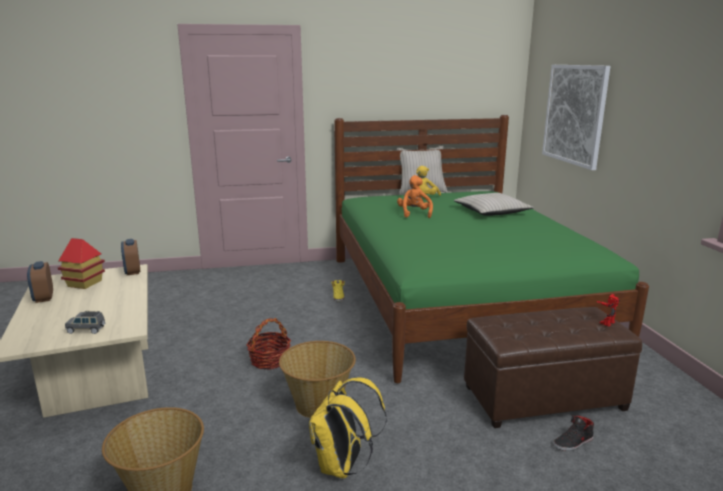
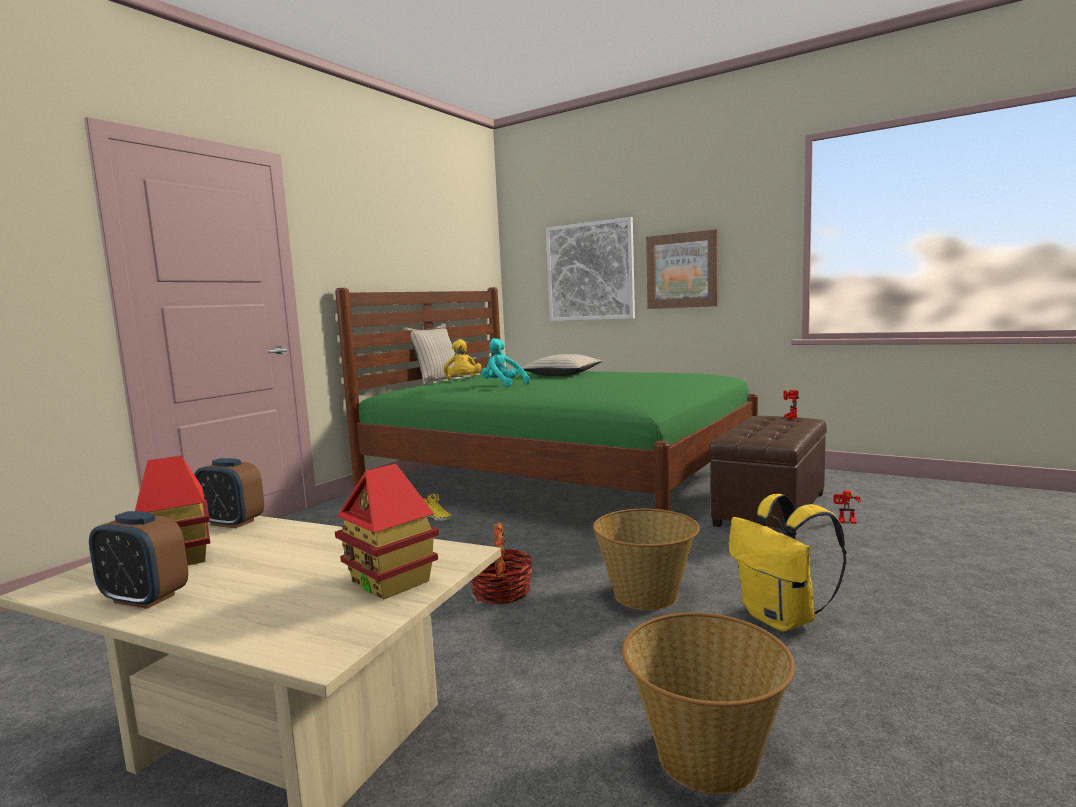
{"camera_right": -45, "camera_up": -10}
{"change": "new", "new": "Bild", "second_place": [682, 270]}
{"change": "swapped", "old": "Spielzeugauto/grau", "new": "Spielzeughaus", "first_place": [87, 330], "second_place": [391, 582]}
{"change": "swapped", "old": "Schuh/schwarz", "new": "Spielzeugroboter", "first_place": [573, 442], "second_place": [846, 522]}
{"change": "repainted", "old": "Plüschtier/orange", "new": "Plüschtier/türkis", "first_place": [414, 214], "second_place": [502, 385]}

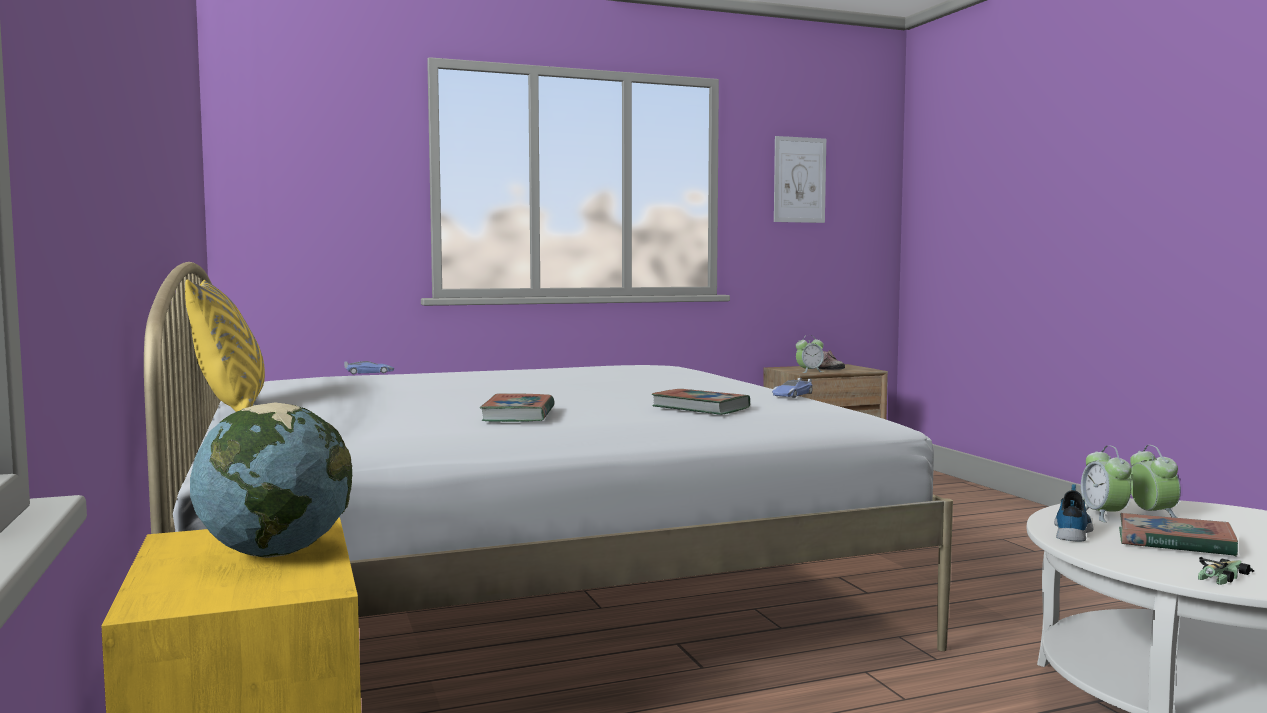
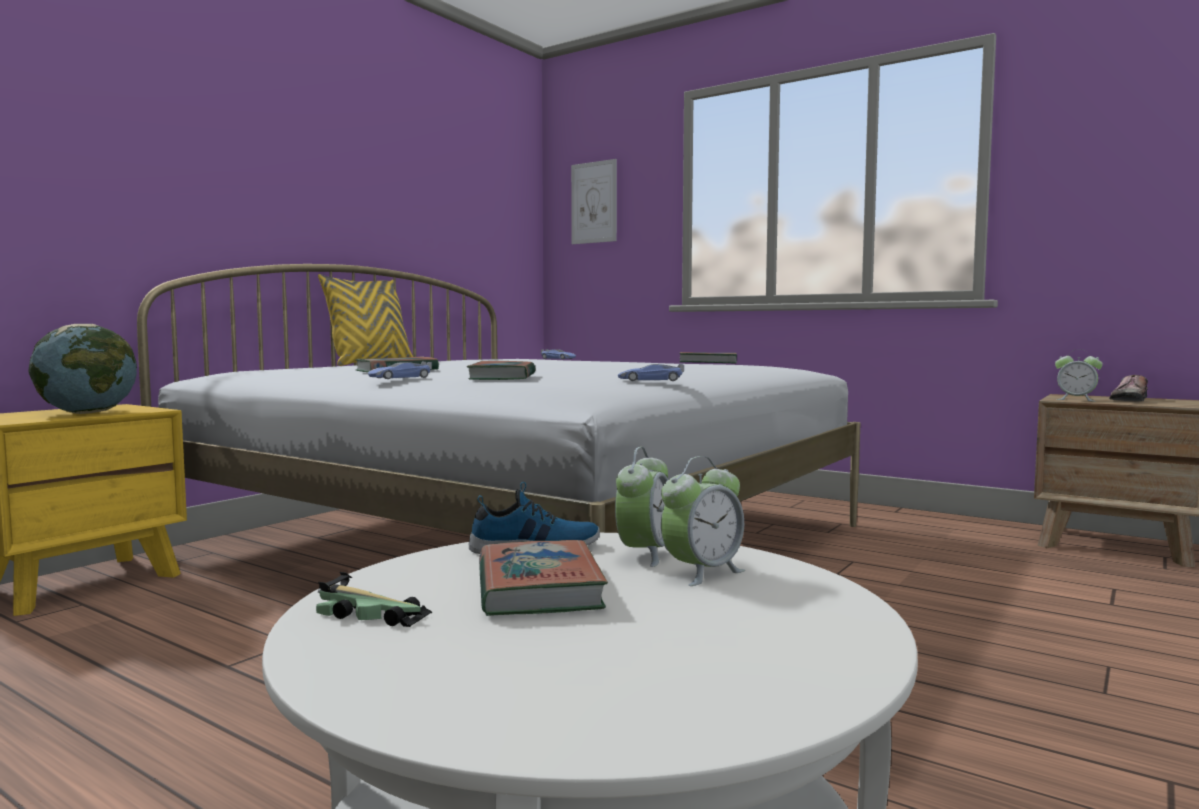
{"camera_right": 55, "camera_up": 0}
{"change": "new", "new": "Spielzeugauto", "second_place": [399, 378]}
{"change": "new", "new": "Buch", "second_place": [708, 362]}
{"change": "shifted", "old": "Bild", "first_place": [799, 180], "second_place": [594, 202]}
{"change": "rotated", "old": "Wecker", "first_place": [1103, 515], "second_place": [644, 554], "degrees": 150}

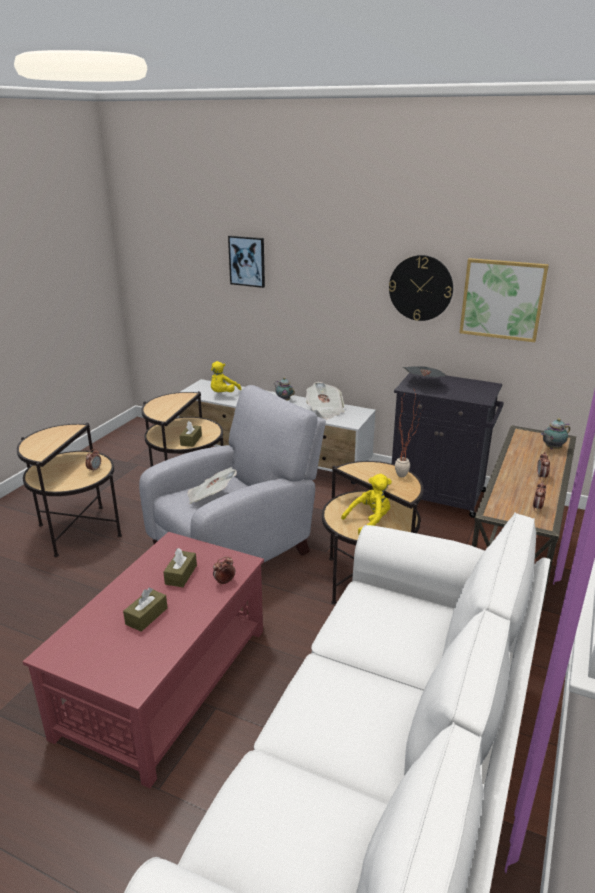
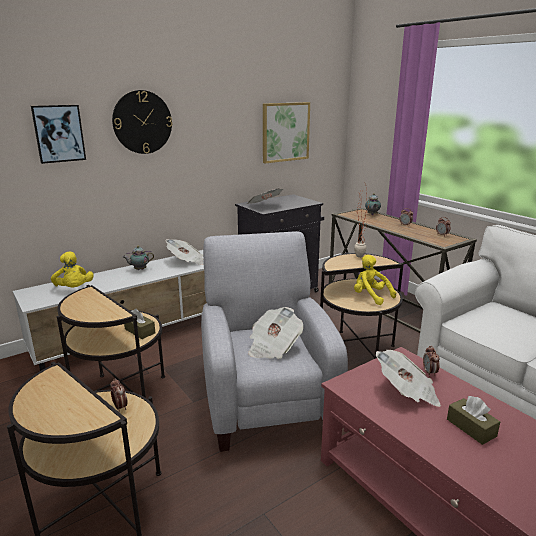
{"camera_right": -60, "camera_up": -5}
{"change": "shifted", "old": "Wanduhr", "first_place": [420, 288], "second_place": [142, 122]}
{"change": "swapped", "old": "Taschentuchbox/braun", "new": "Zeitung", "first_place": [181, 575], "second_place": [407, 392]}
{"change": "rotated", "old": "Plüschtier/gelb", "first_place": [369, 521], "second_place": [370, 296], "degrees": -45}

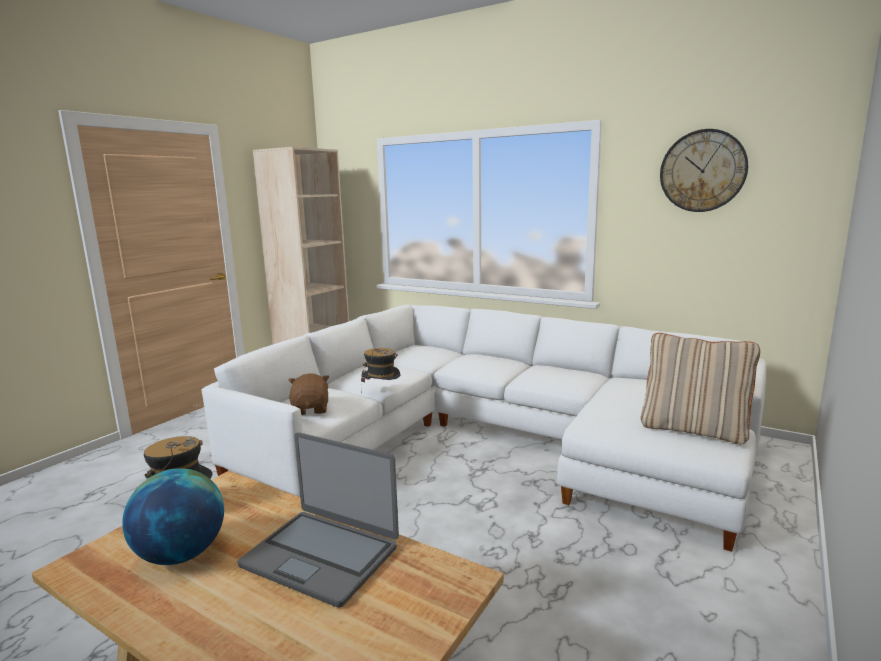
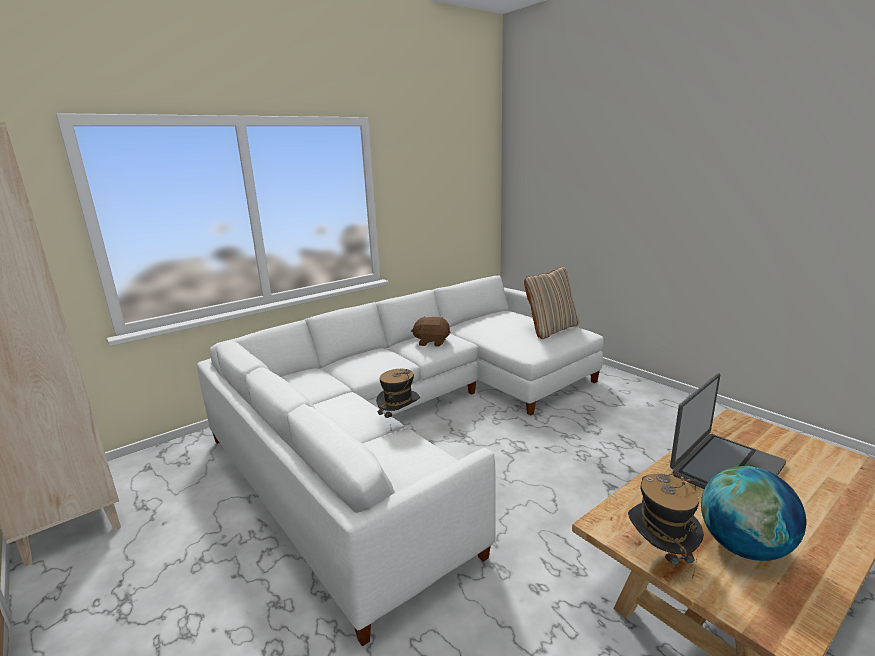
{"camera_right": -70, "camera_up": 5}
{"change": "gone", "old": "Wanduhr", "first_place": [702, 171]}
{"change": "shifted", "old": "Plüschtier/braun", "first_place": [311, 409], "second_place": [432, 342]}

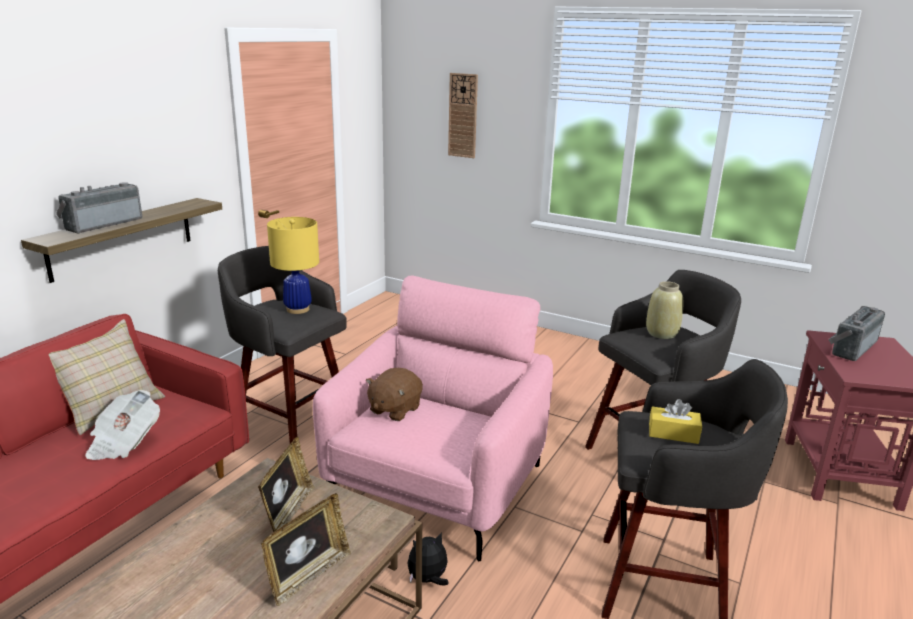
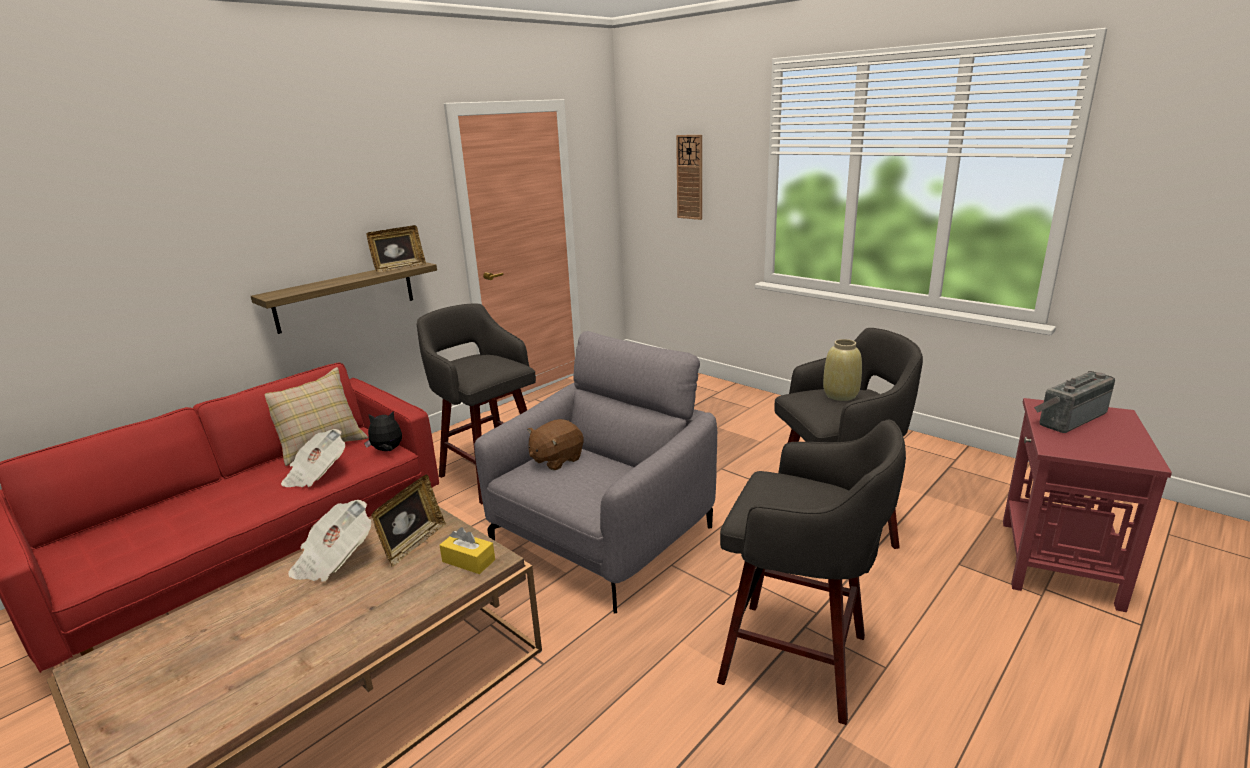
{"camera_right": 15, "camera_up": 0}
{"change": "gone", "old": "Radio", "first_place": [102, 224]}
{"change": "gone", "old": "Tischlampe/gelb", "first_place": [298, 309]}
{"change": "new", "new": "Zeitung", "second_place": [334, 560]}
{"change": "shifted", "old": "Bilderrahmen", "first_place": [308, 575], "second_place": [399, 268]}
{"change": "shifted", "old": "Plüschtier", "first_place": [428, 580], "second_place": [387, 450]}
{"change": "shifted", "old": "Taschentuchbox/gelb", "first_place": [673, 433], "second_place": [468, 561]}
{"change": "repainted", "old": "Sessel/rosa", "new": "Sessel/grau", "first_place": [436, 486], "second_place": [602, 538]}

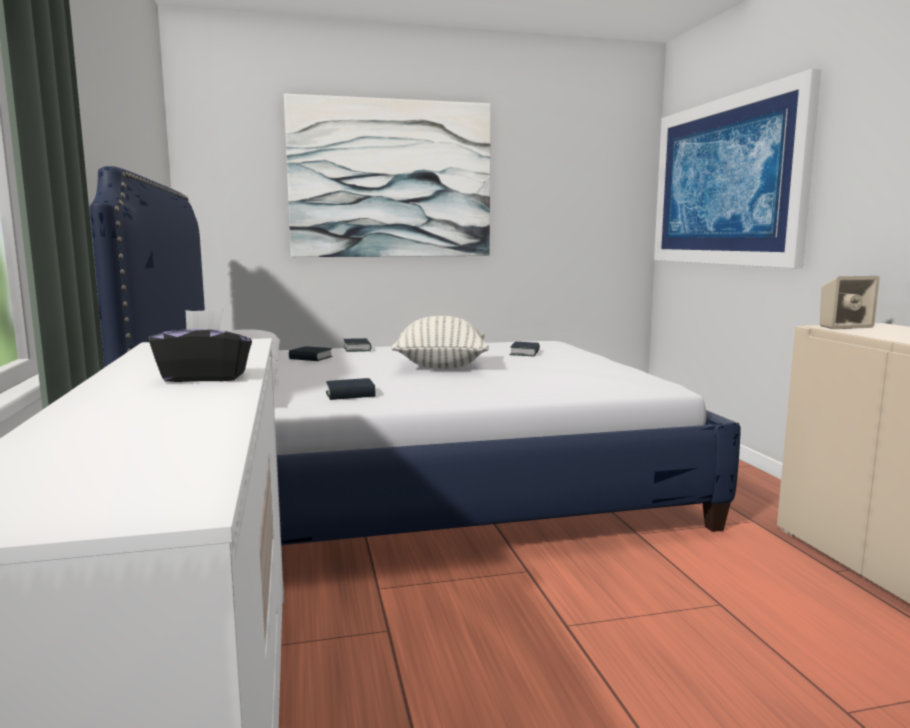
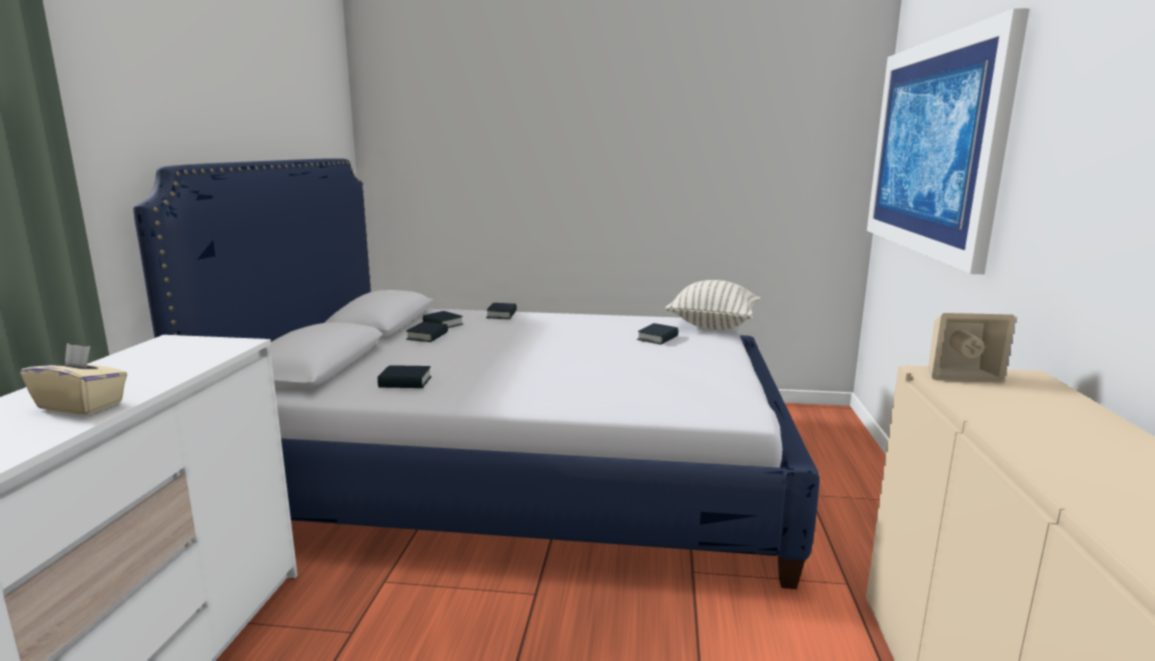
{"camera_right": 20, "camera_up": 5}
{"change": "gone", "old": "Bild", "first_place": [391, 179]}
{"change": "new", "new": "Buch", "second_place": [427, 336]}
{"change": "shifted", "old": "Kissen", "first_place": [441, 366], "second_place": [713, 325]}
{"change": "repainted", "old": "Taschentuchbox/schwarz", "new": "Taschentuchbox/beige", "first_place": [205, 377], "second_place": [82, 405]}

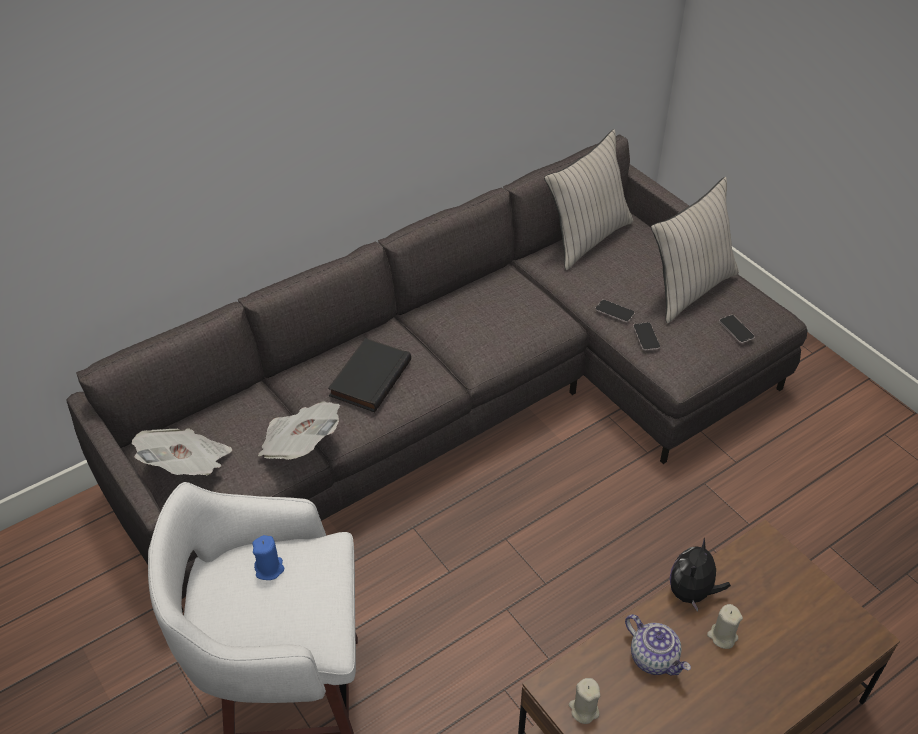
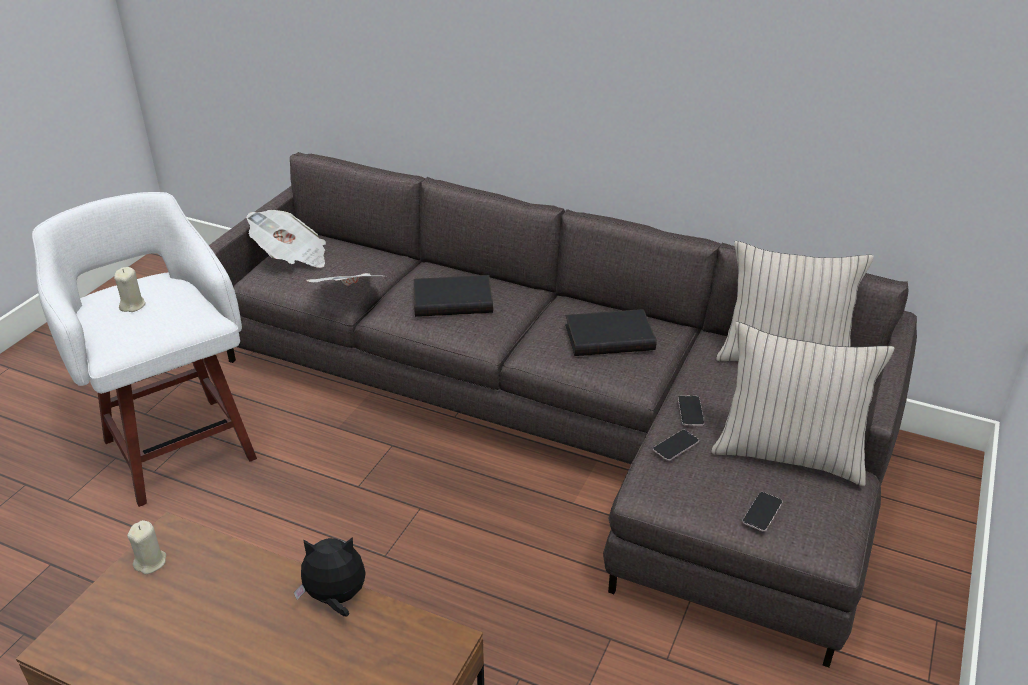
{"camera_right": 60, "camera_up": -10}
{"change": "gone", "old": "Kerze/blau", "first_place": [269, 569]}
{"change": "gone", "old": "Teekanne", "first_place": [654, 658]}
{"change": "new", "new": "Buch/schwarz", "second_place": [609, 336]}
{"change": "shifted", "old": "Kerze/beige", "first_place": [722, 636], "second_place": [132, 305]}

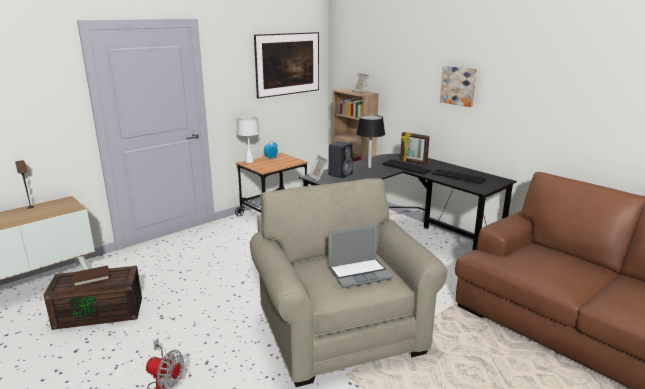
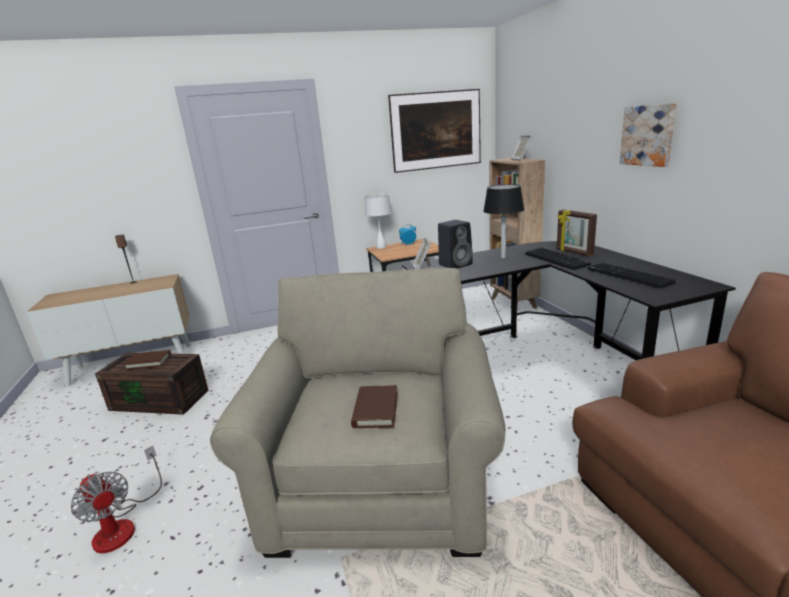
{"camera_right": 25, "camera_up": 0}
{"change": "swapped", "old": "Laptop", "new": "Buch/braun", "first_place": [359, 273], "second_place": [375, 409]}

